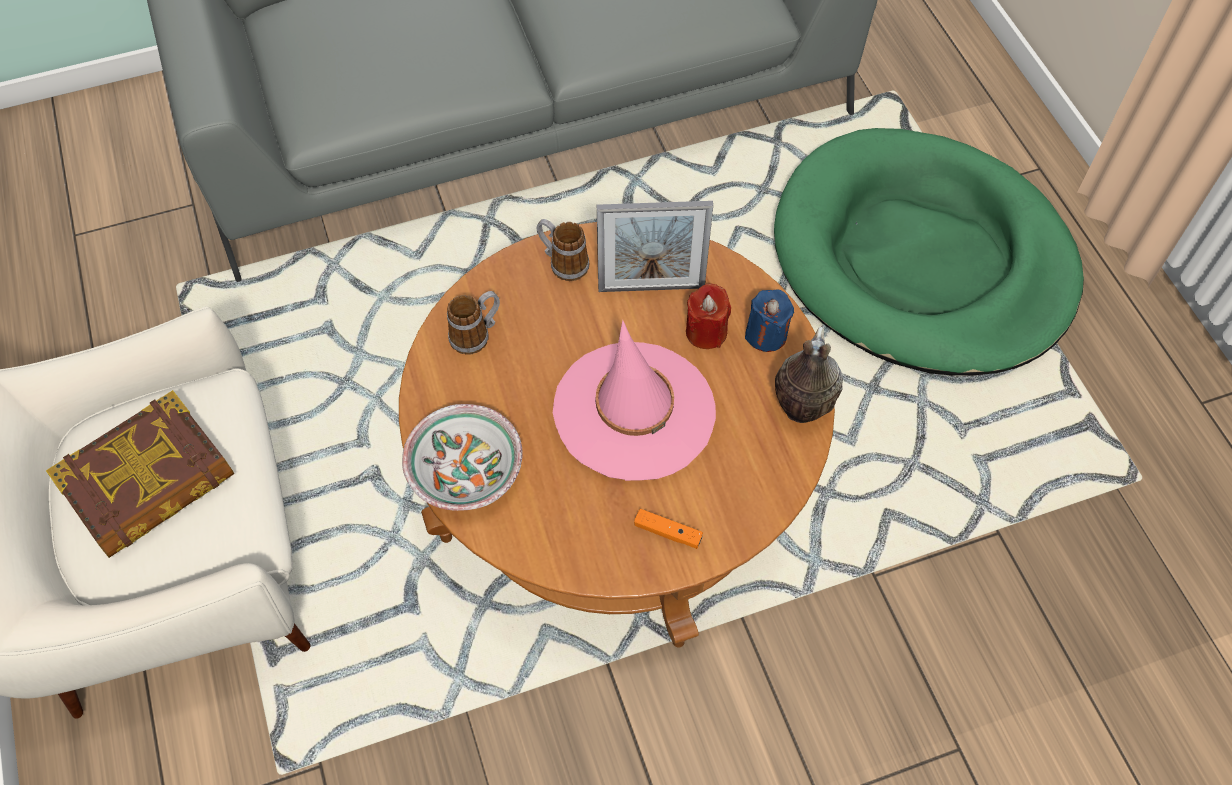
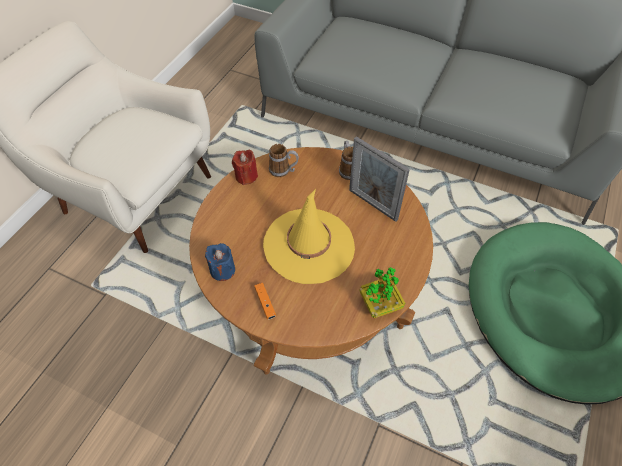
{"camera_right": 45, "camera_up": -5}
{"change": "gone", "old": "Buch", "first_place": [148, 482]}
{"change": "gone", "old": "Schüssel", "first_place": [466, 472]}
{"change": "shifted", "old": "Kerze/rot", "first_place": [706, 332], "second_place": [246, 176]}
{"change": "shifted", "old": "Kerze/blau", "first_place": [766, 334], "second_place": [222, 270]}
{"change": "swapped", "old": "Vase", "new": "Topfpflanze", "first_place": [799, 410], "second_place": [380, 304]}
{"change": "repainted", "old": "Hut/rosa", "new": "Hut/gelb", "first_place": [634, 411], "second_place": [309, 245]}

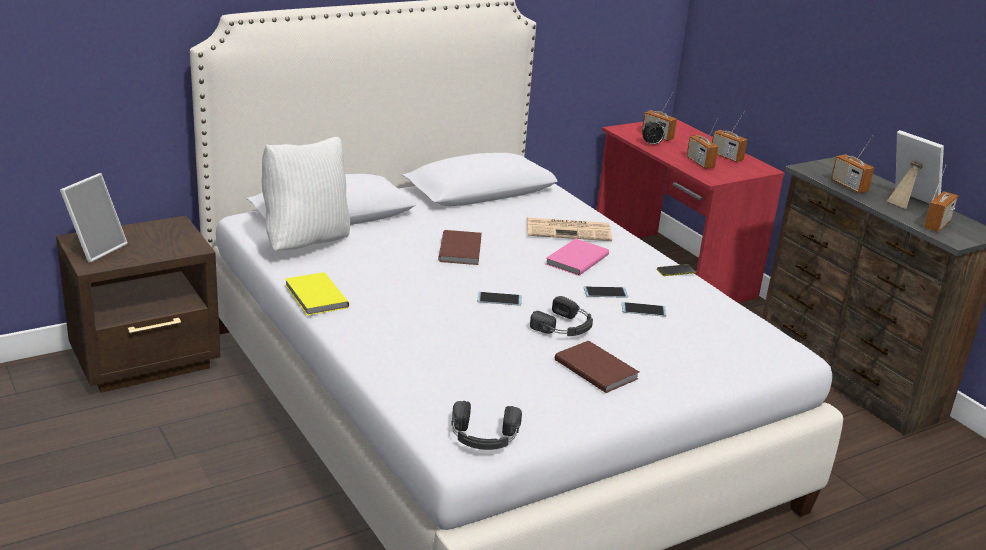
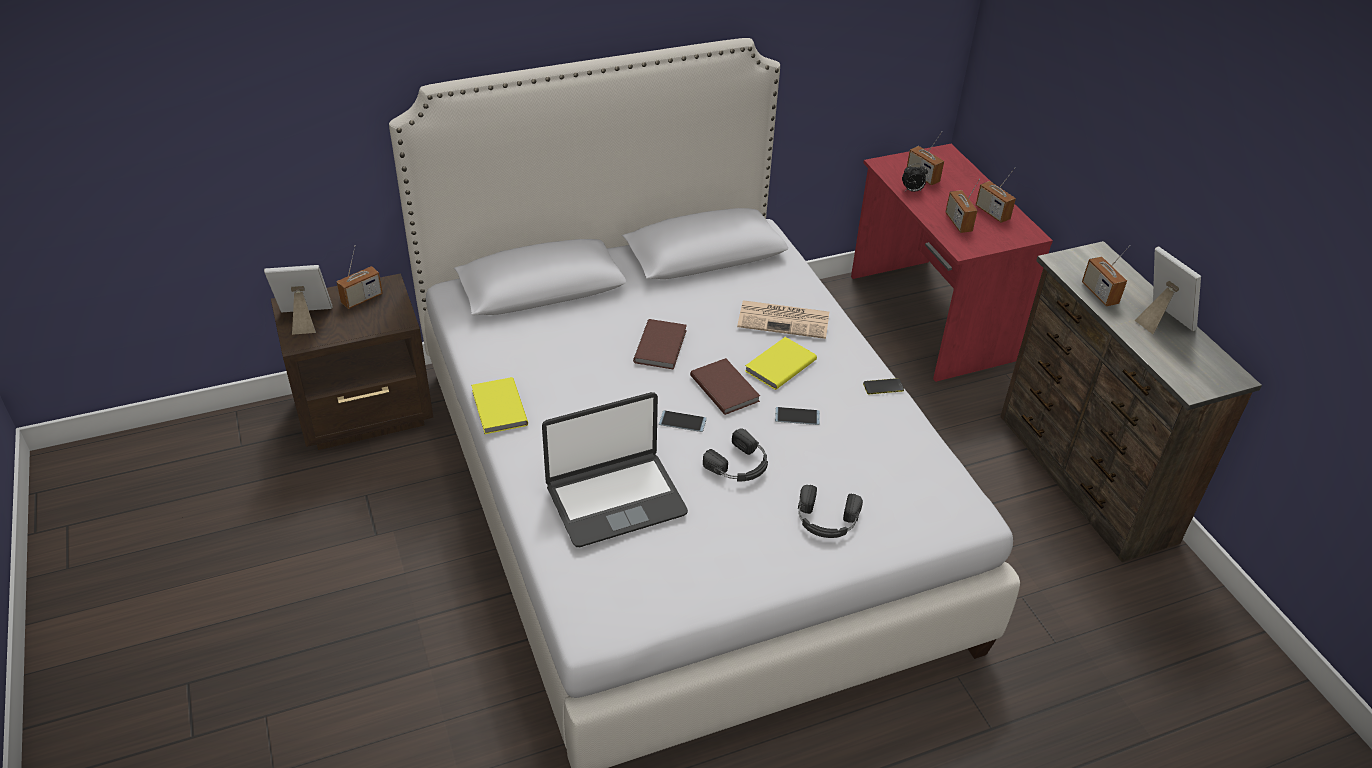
{"camera_right": 10, "camera_up": 15}
{"change": "gone", "old": "Kissen/weiß", "first_place": [306, 242]}
{"change": "gone", "old": "Handy", "first_place": [643, 310]}
{"change": "new", "new": "Laptop", "second_place": [615, 499]}
{"change": "shifted", "old": "Kopfhörer/schwarz", "first_place": [484, 436], "second_place": [826, 520]}
{"change": "shifted", "old": "Buch/braun", "first_place": [596, 368], "second_place": [725, 387]}
{"change": "shifted", "old": "Radio", "first_place": [937, 225], "second_place": [362, 299]}
{"change": "repainted", "old": "Buch/rosa", "new": "Buch/gelb", "first_place": [575, 259], "second_place": [778, 365]}
{"change": "rotated", "old": "Bilderrahmen", "first_place": [95, 249], "second_place": [305, 319], "degrees": -135}

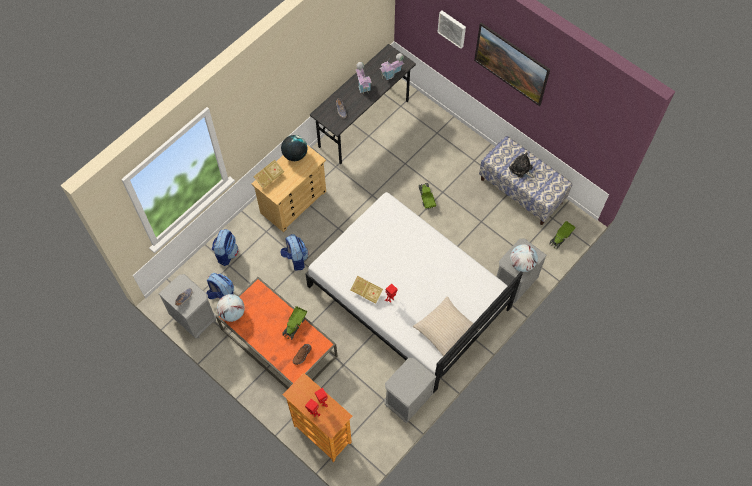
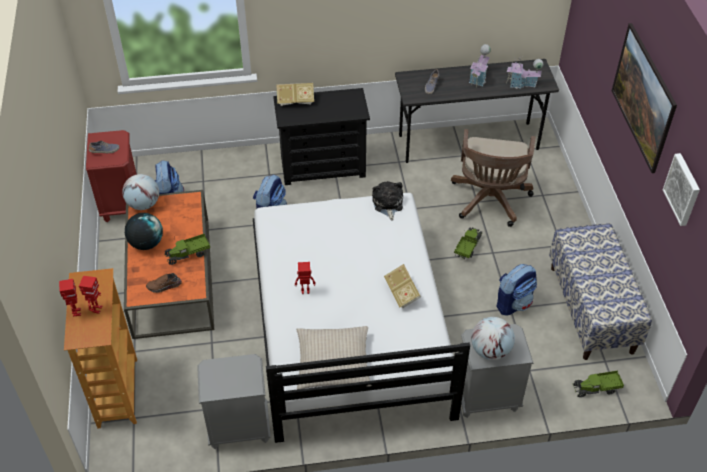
{"camera_right": 40, "camera_up": -15}
{"change": "new", "new": "Bürostuhl/braun", "second_place": [489, 201]}
{"change": "shifted", "old": "Rucksack", "first_place": [226, 253], "second_place": [513, 303]}
{"change": "shifted", "old": "Globus", "first_place": [295, 155], "second_place": [146, 243]}
{"change": "shifted", "old": "Buch", "first_place": [367, 292], "second_place": [402, 293]}
{"change": "shifted", "old": "Bild", "first_place": [452, 28], "second_place": [683, 189]}
{"change": "shifted", "old": "Plüschtier", "first_place": [521, 169], "second_place": [387, 204]}
{"change": "repainted", "old": "Nachttisch/grau", "new": "Nachttisch/rot", "first_place": [194, 318], "second_place": [121, 203]}
{"change": "repainted", "old": "Kommode/beige", "new": "Kommode/schwarz", "first_place": [293, 202], "second_place": [323, 166]}

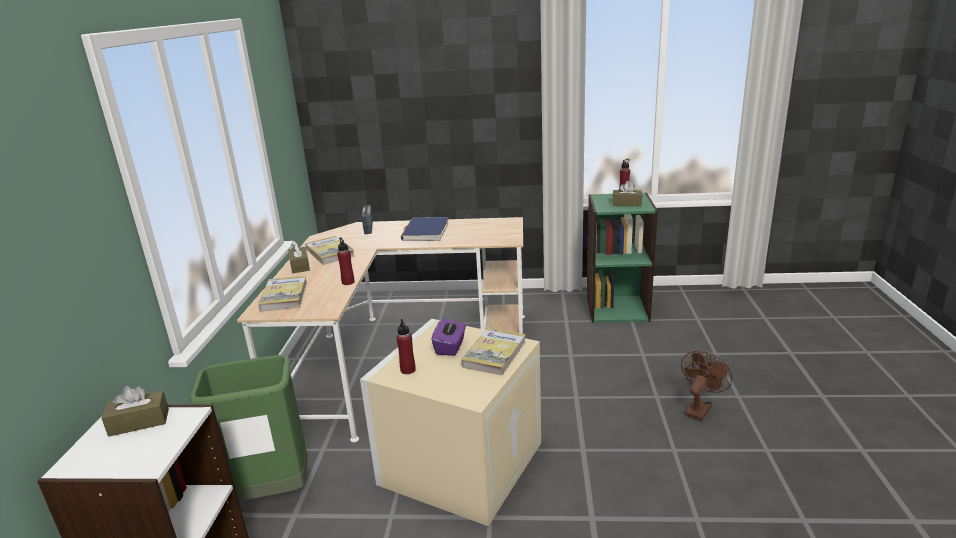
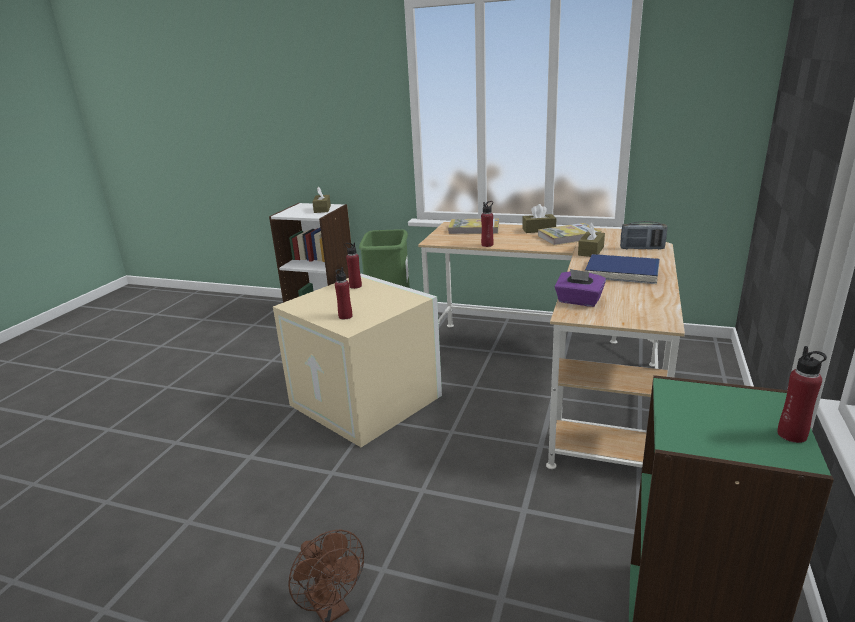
{"camera_right": 105, "camera_up": 0}
{"change": "shifted", "old": "Taschentuchbox/lila", "first_place": [450, 347], "second_place": [578, 301]}
{"change": "shifted", "old": "Taschentuchbox/braun", "first_place": [626, 204], "second_place": [591, 251]}
{"change": "swapped", "old": "Buch", "new": "Flasche/rot", "first_place": [494, 354], "second_place": [345, 316]}

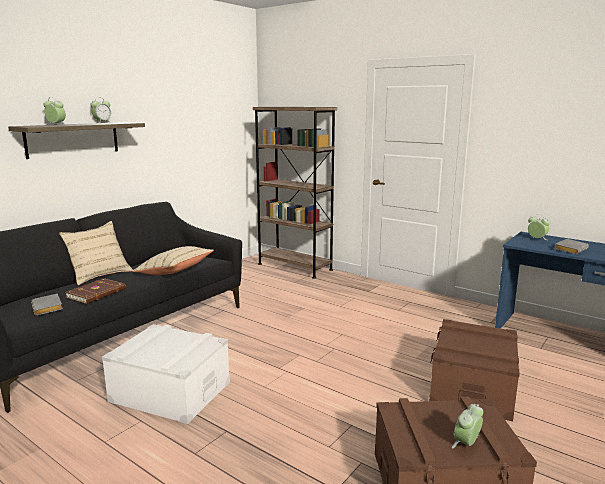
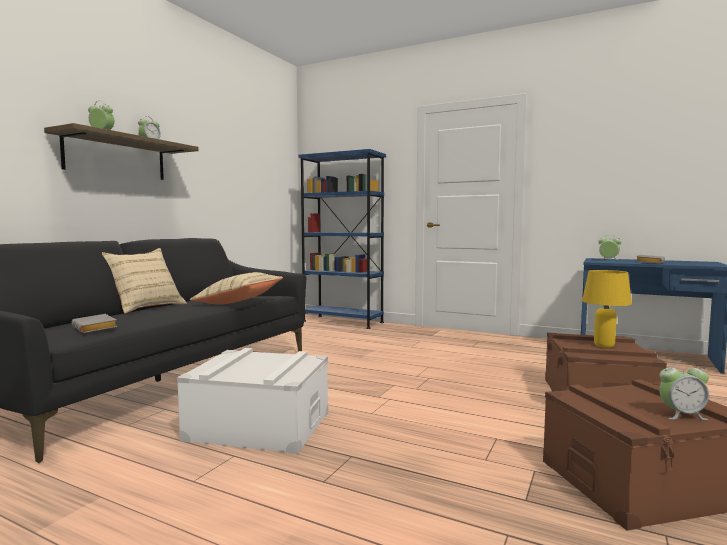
{"camera_right": -10, "camera_up": -10}
{"change": "gone", "old": "Buch/braun", "first_place": [97, 293]}
{"change": "new", "new": "Tischlampe/gelb", "second_place": [603, 346]}
{"change": "repainted", "old": "Bücherregal/braun", "new": "Bücherregal/blau", "first_place": [294, 267], "second_place": [342, 322]}
{"change": "rotated", "old": "Wecker", "first_place": [466, 444], "second_place": [682, 415], "degrees": -120}

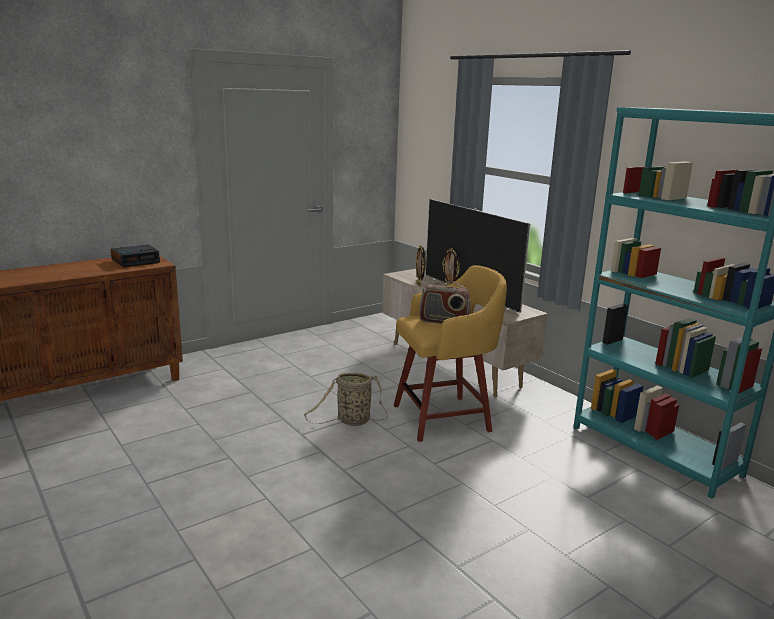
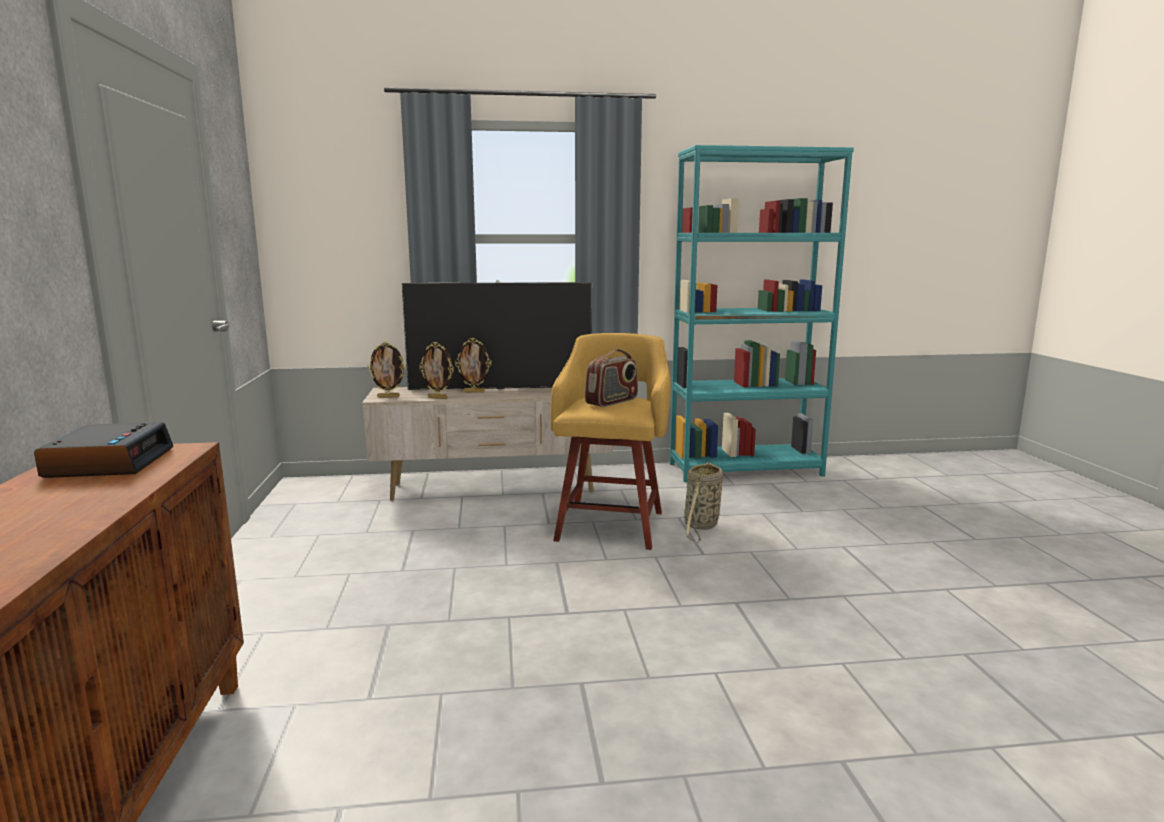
{"camera_right": -60, "camera_up": -5}
{"change": "new", "new": "Bilderrahmen", "second_place": [388, 397]}
{"change": "shifted", "old": "Korb", "first_place": [351, 421], "second_place": [700, 526]}

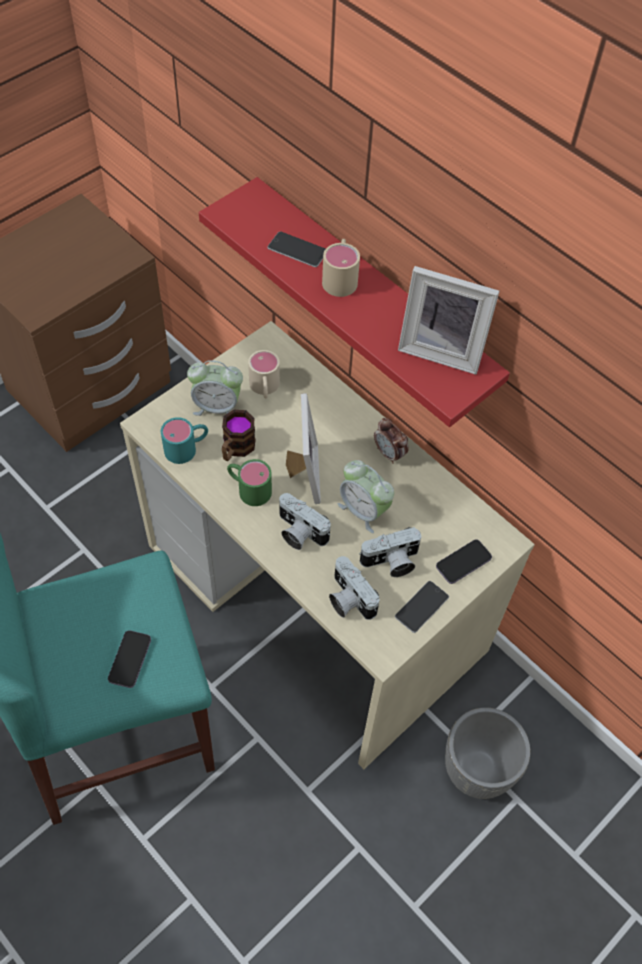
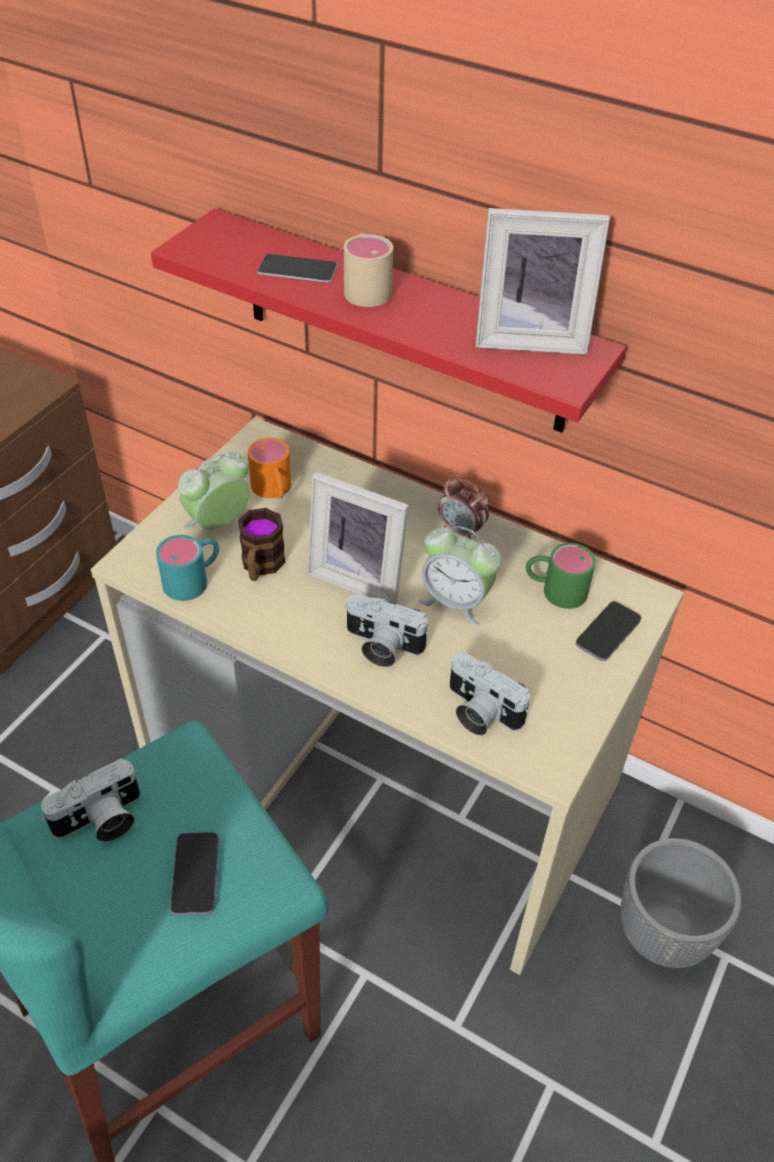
{"camera_right": -15, "camera_up": -10}
{"change": "gone", "old": "Handy", "first_place": [422, 606]}
{"change": "shifted", "old": "Henkelbecher/grün", "first_place": [248, 488], "second_place": [554, 589]}
{"change": "shifted", "old": "Kamera", "first_place": [391, 562], "second_place": [101, 821]}
{"change": "repainted", "old": "Henkelbecher/beige", "new": "Henkelbecher/orange", "first_place": [264, 388], "second_place": [273, 490]}
{"change": "rotated", "old": "Wecker", "first_place": [217, 407], "second_place": [218, 523], "degrees": 150}
{"change": "rotated", "old": "Bilderrahmen", "first_place": [302, 474], "second_place": [359, 577], "degrees": 135}

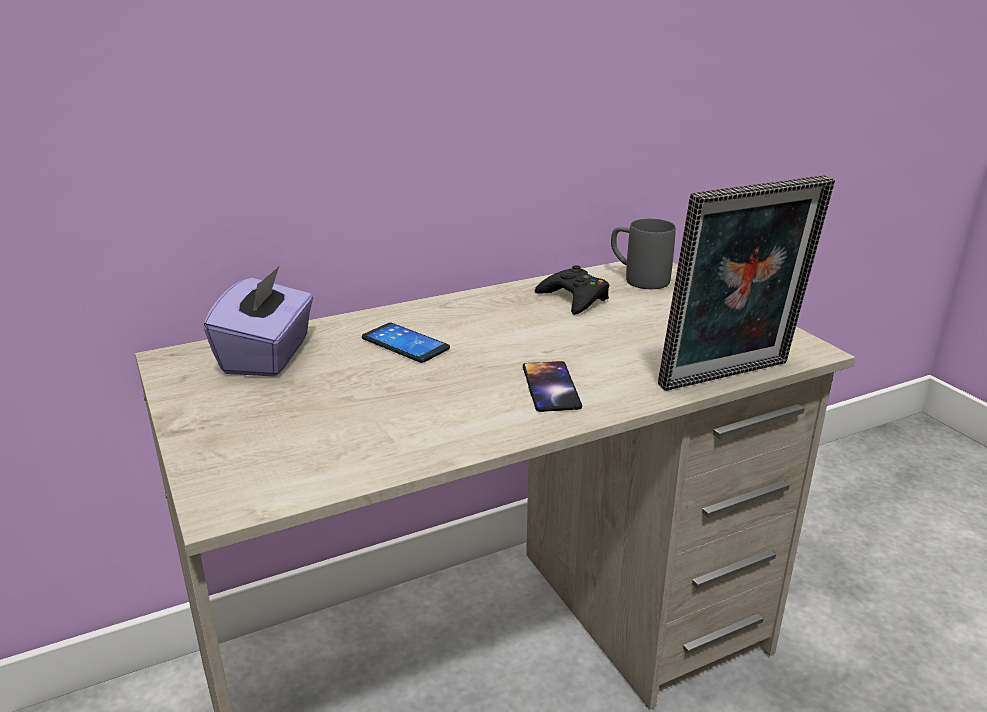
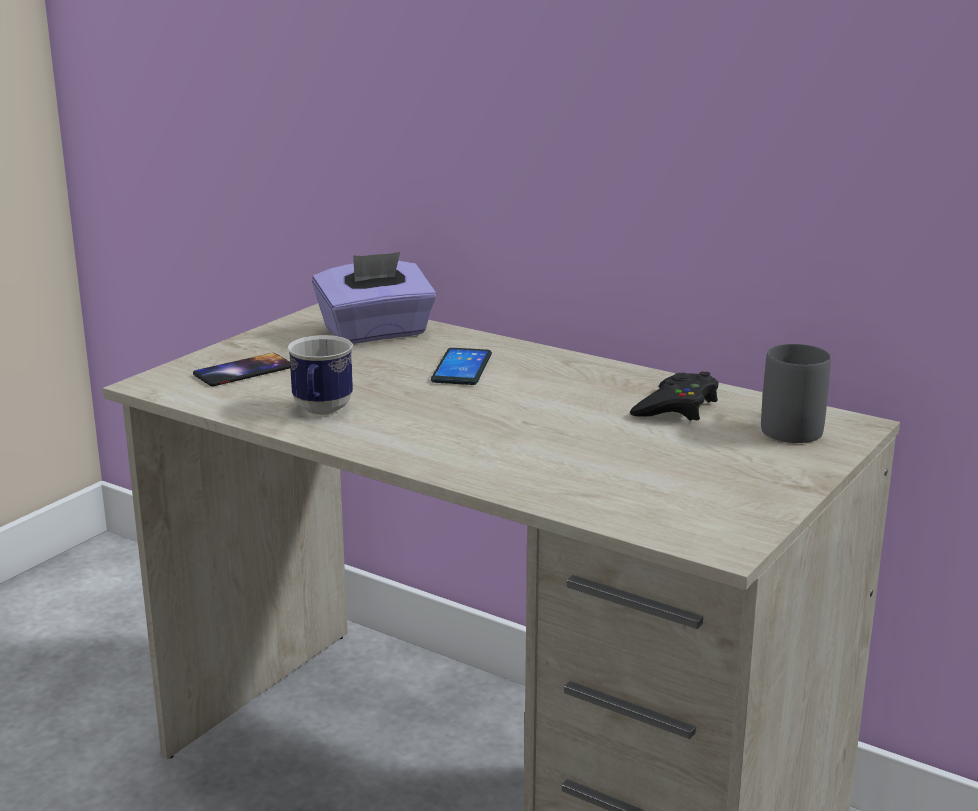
{"camera_right": 60, "camera_up": -5}
{"change": "gone", "old": "Bilderrahmen", "first_place": [729, 378]}
{"change": "new", "new": "Henkelbecher", "second_place": [321, 411]}
{"change": "shifted", "old": "Handy", "first_place": [550, 387], "second_place": [243, 371]}

